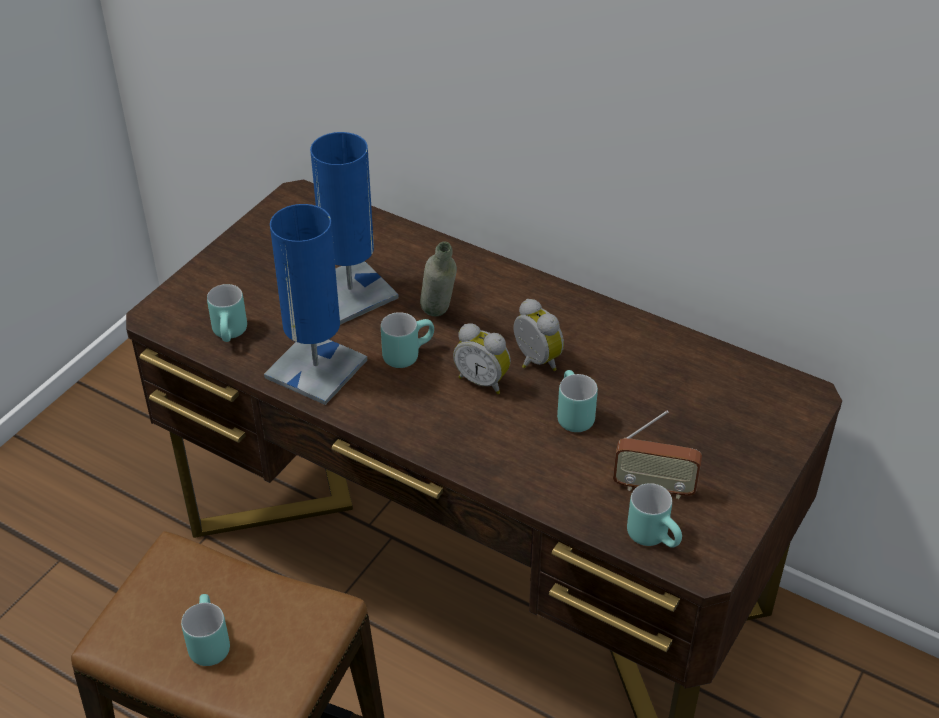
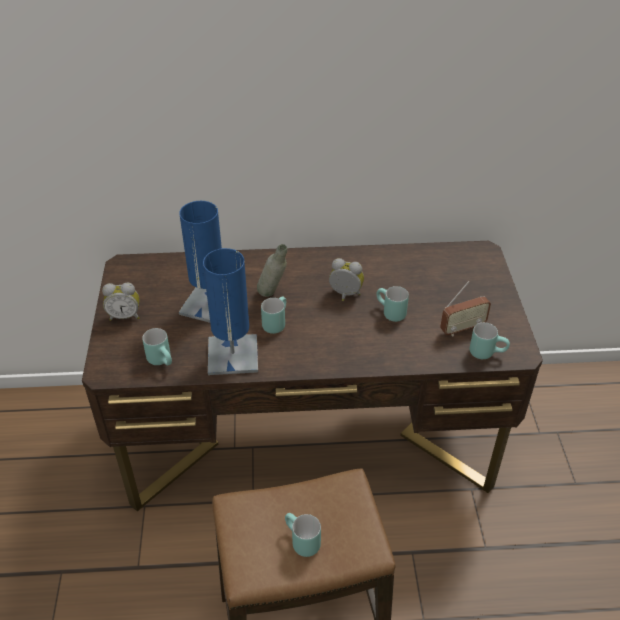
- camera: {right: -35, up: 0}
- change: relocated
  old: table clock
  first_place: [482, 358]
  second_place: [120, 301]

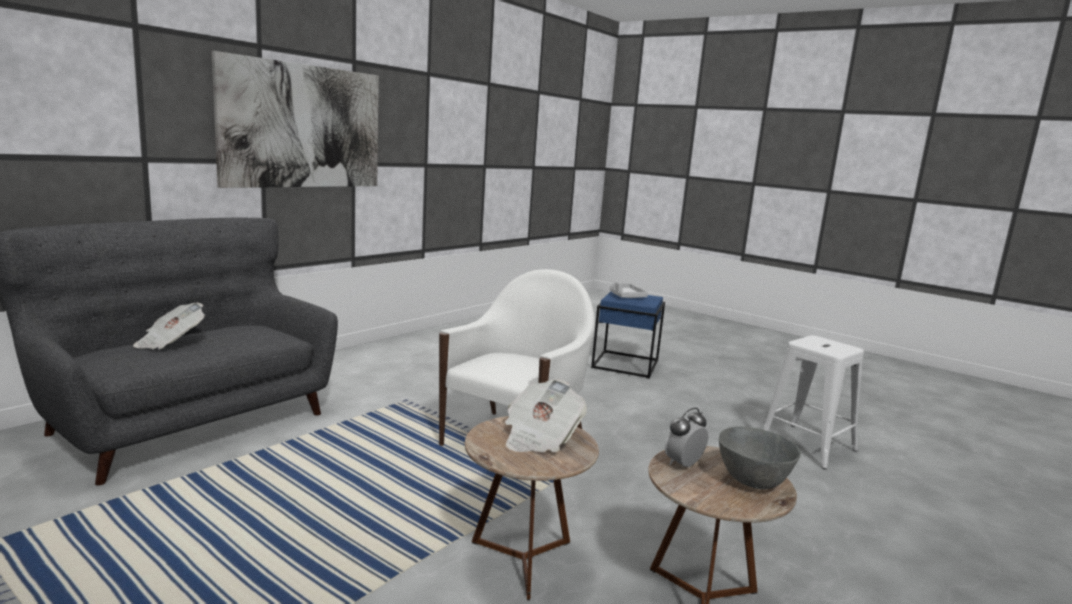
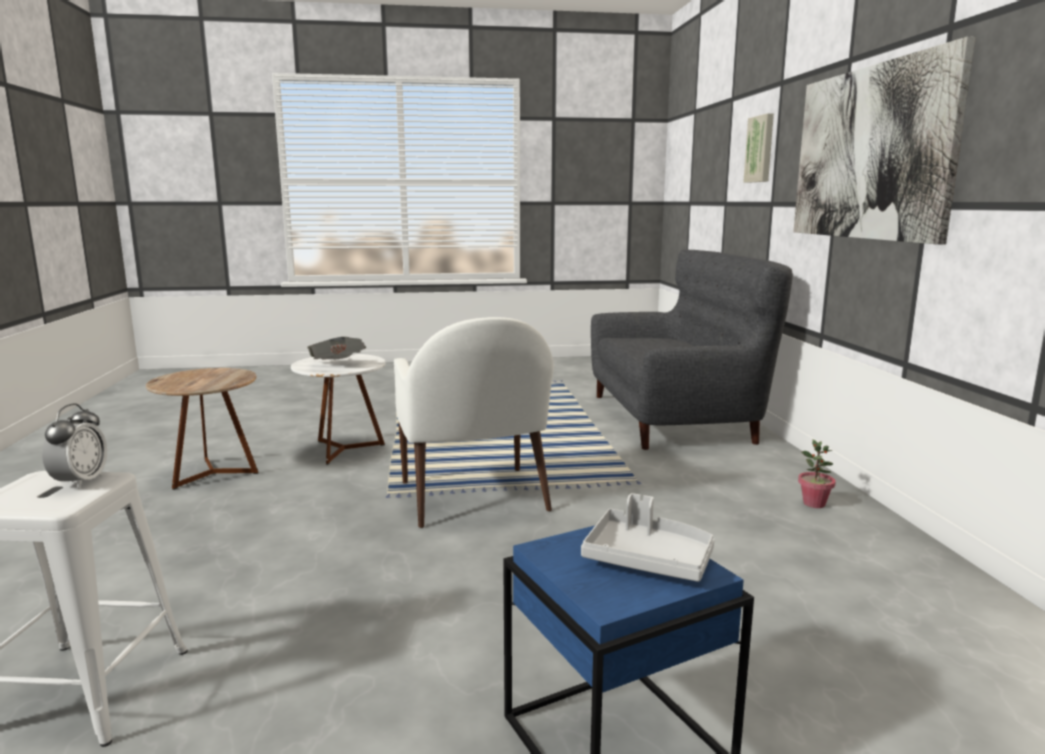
- camera: {right: 135, up: 0}
- change: relocated
  old: table clock
  first_place: [686, 438]
  second_place: [74, 446]
- change: colour
  old: brown-coloured side table
  new: white-coloured side table
  first_place: [532, 508]
  second_place: [338, 409]
- change: appeared
  new: wall picture
  second_place: [758, 148]
- change: appeared
  new: plant in a pot
  second_place: [817, 474]
- change: missing
  old: newspaper
  first_place: [169, 326]
- change: missing
  old: grey deep dish
  first_place: [760, 458]

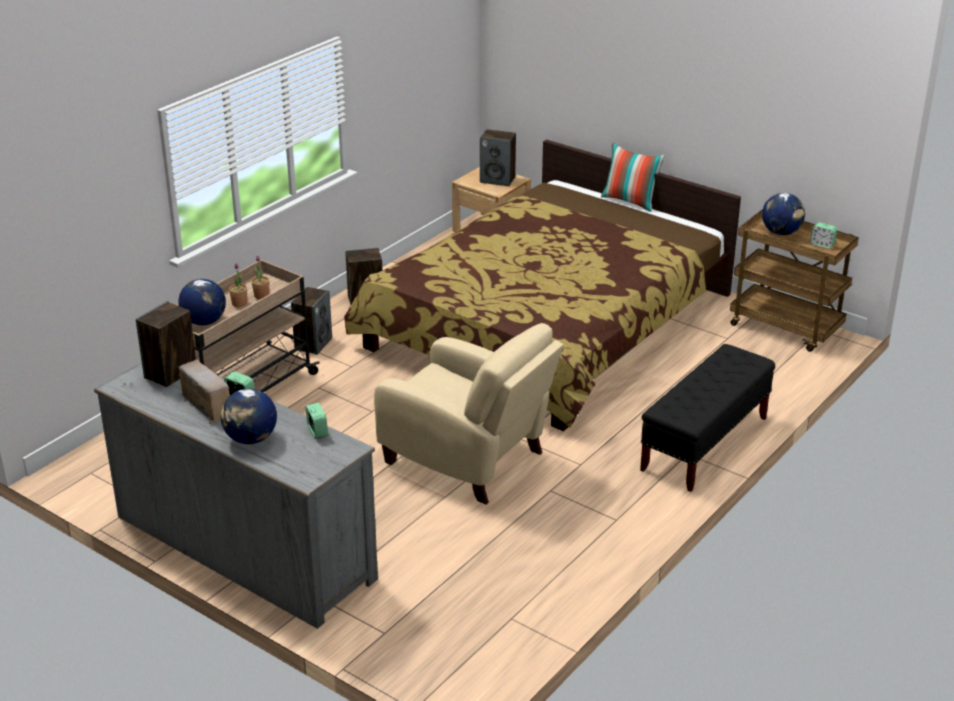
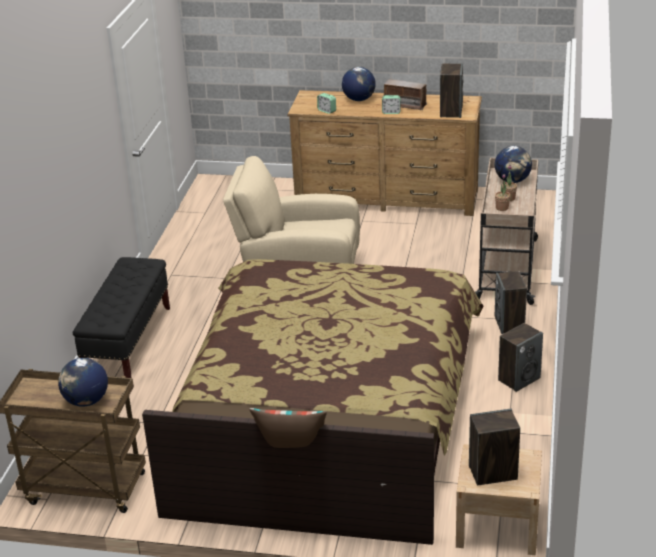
- camera: {right: 155, up: 0}
- change: colour
  old: grey dresser
  new: brown-coloured dresser
  first_place: [236, 495]
  second_place: [384, 153]
- change: missing
  old: table clock
  first_place: [824, 235]

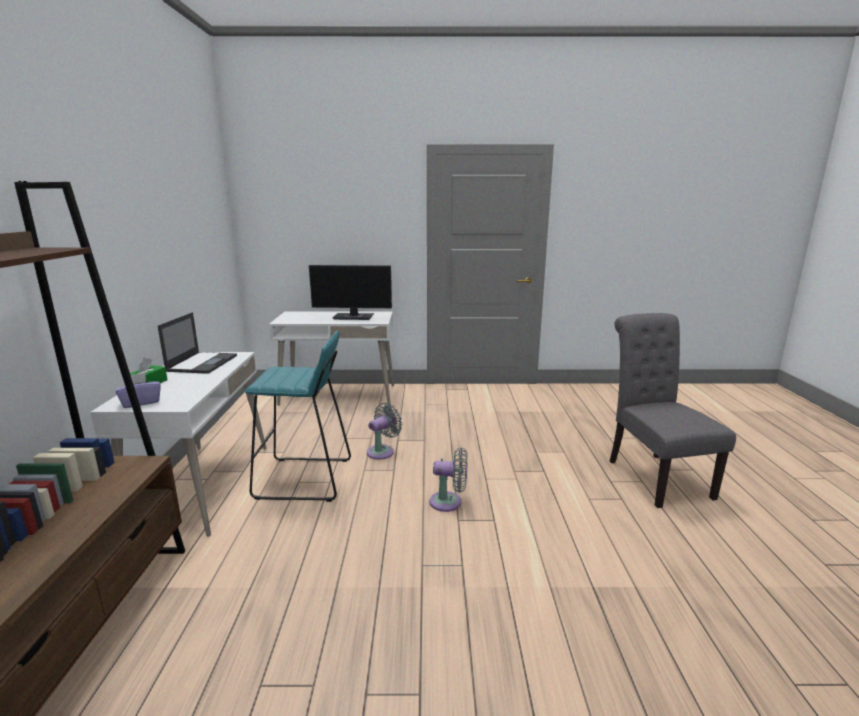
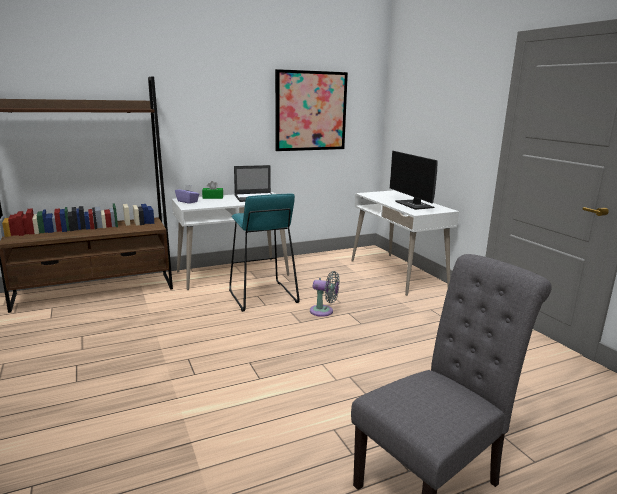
- camera: {right: 65, up: 0}
- change: appeared
  new: wall picture
  second_place: [311, 110]
- change: missing
  old: grey electric fan
  first_place: [448, 479]

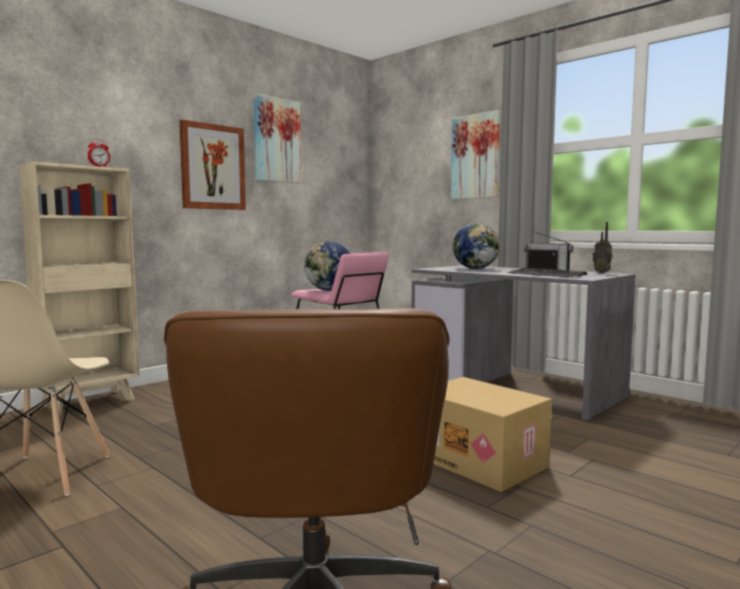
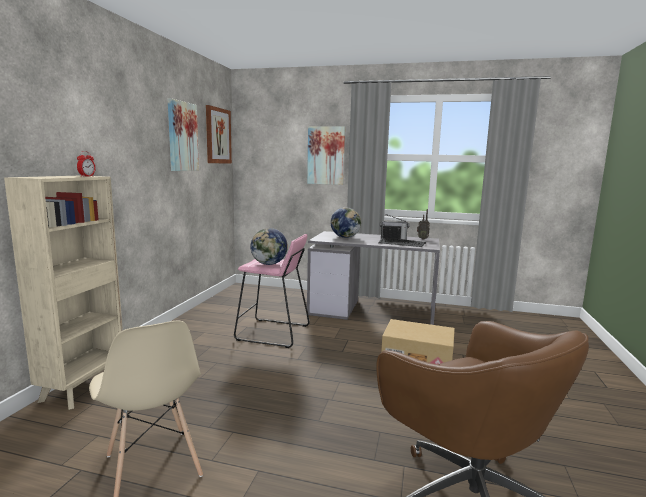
- camera: {right: -30, up: 5}
- change: relocated
  old: wall picture
  first_place: [212, 165]
  second_place: [219, 134]

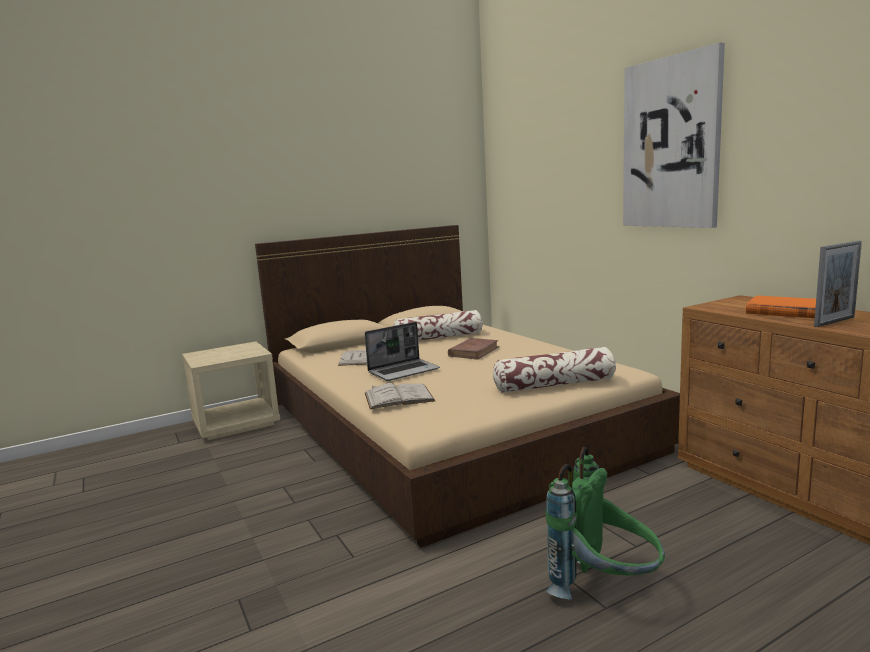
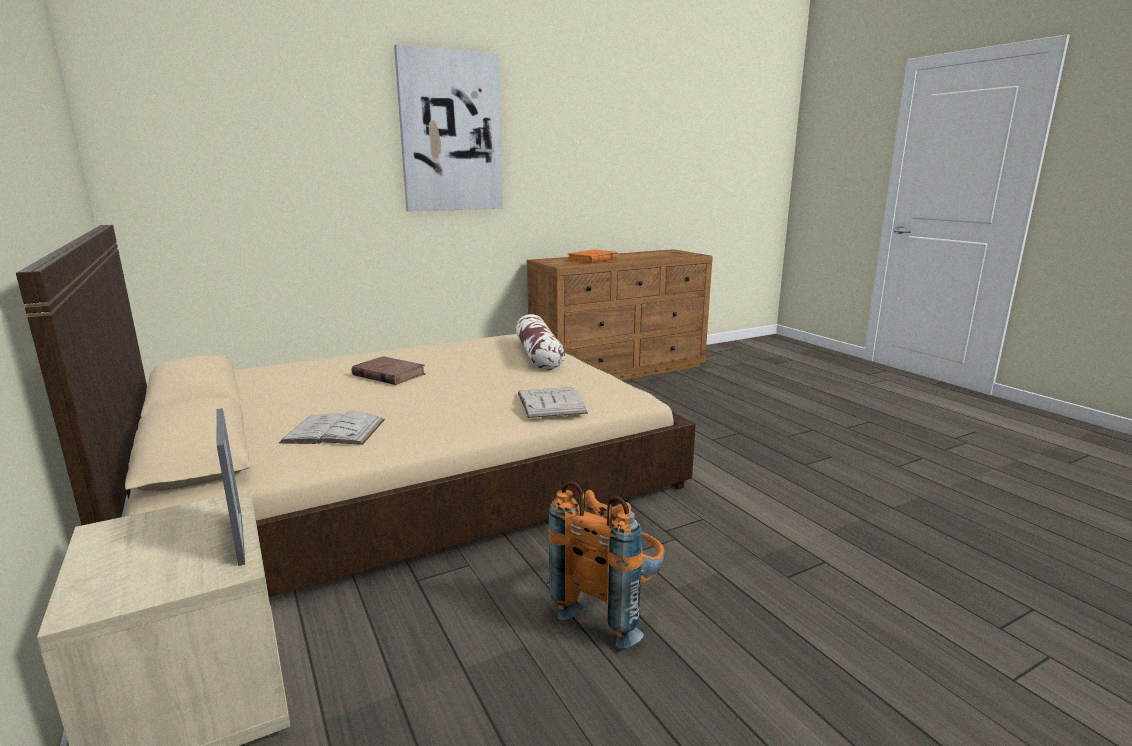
- camera: {right: -90, up: 5}
- change: relocated
  old: picture frame
  first_place: [838, 284]
  second_place: [230, 487]
- change: appeared
  new: orange rucksack
  second_place: [606, 564]
- change: missing
  old: notebook computer
  first_place: [402, 351]
- change: missing
  old: throw pillow
  first_place: [438, 325]
- change: missing
  old: green-coloured rucksack
  first_place: [605, 523]

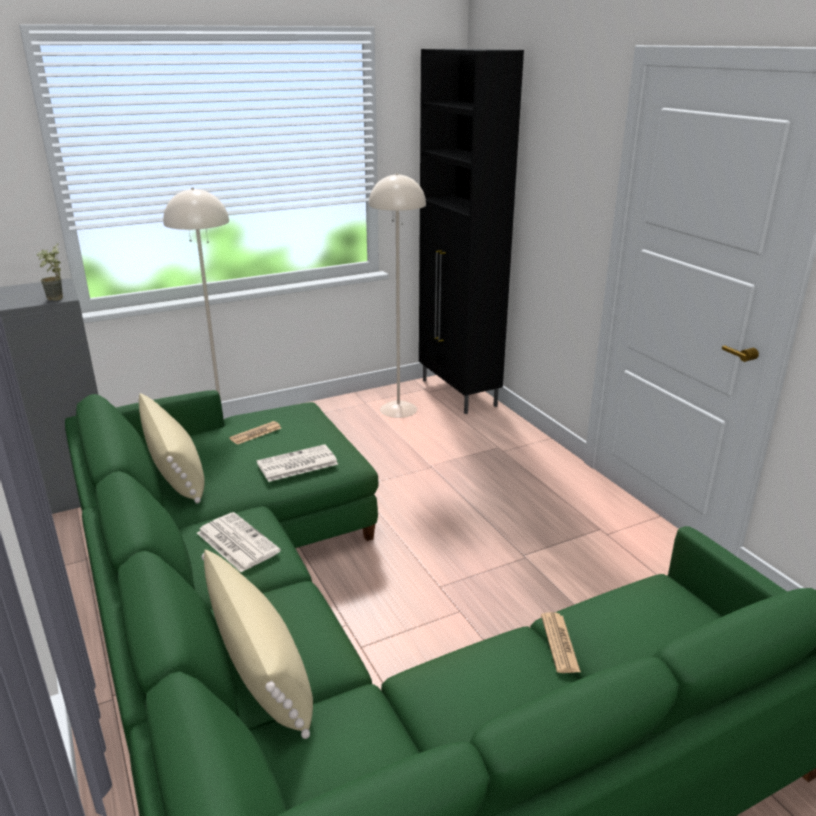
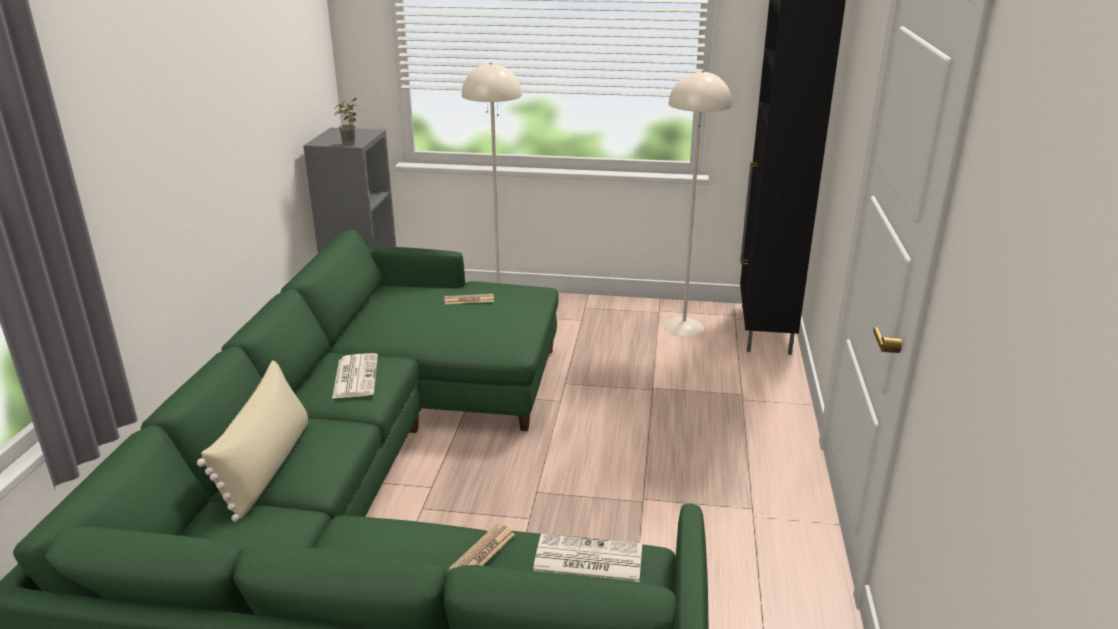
- camera: {right: 35, up: 0}
- change: relocated
  old: newspaper
  first_place: [297, 463]
  second_place: [587, 558]
- change: missing
  old: beige throw pillow
  first_place: [171, 448]

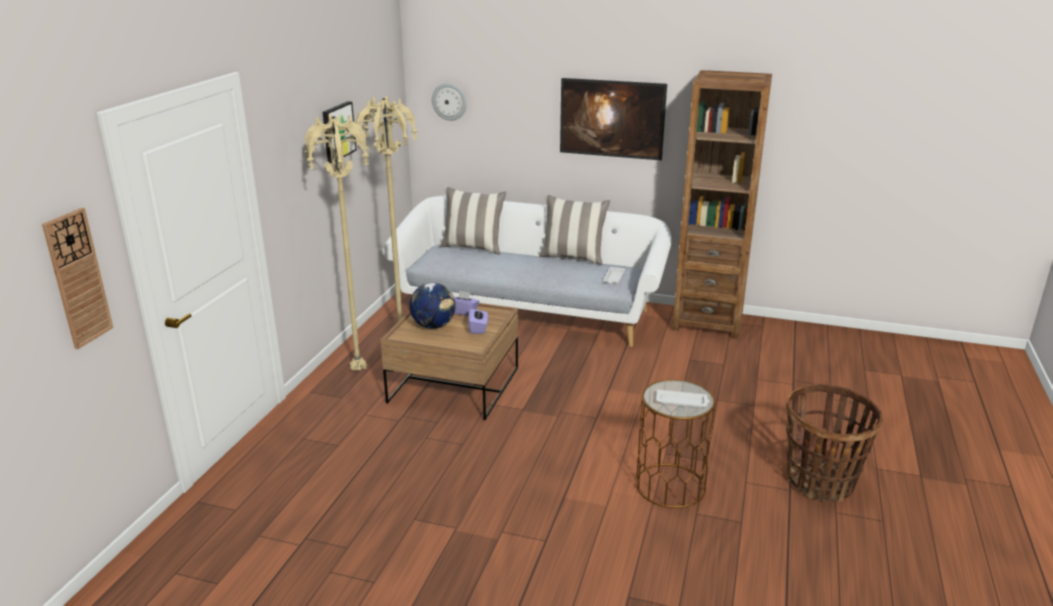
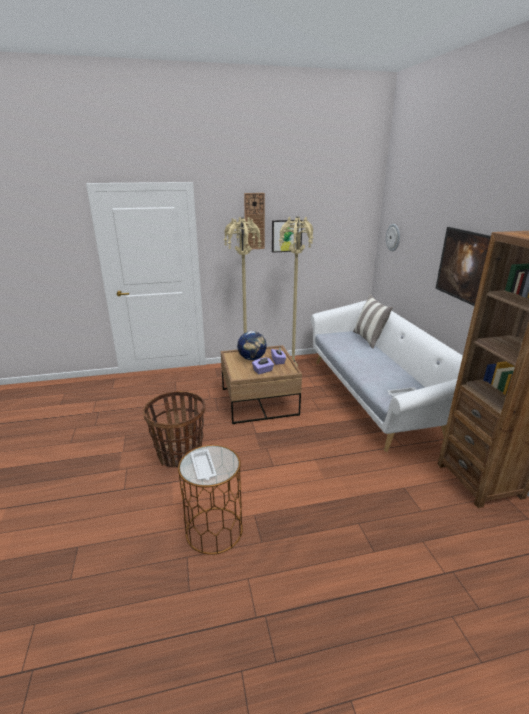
- camera: {right: 60, up: 0}
- change: relocated
  old: basket
  first_place: [834, 443]
  second_place: [174, 429]
- change: relocated
  old: clock on the wall
  first_place: [77, 278]
  second_place: [254, 221]
- change: missing
  old: throw pillow
  first_place: [574, 229]

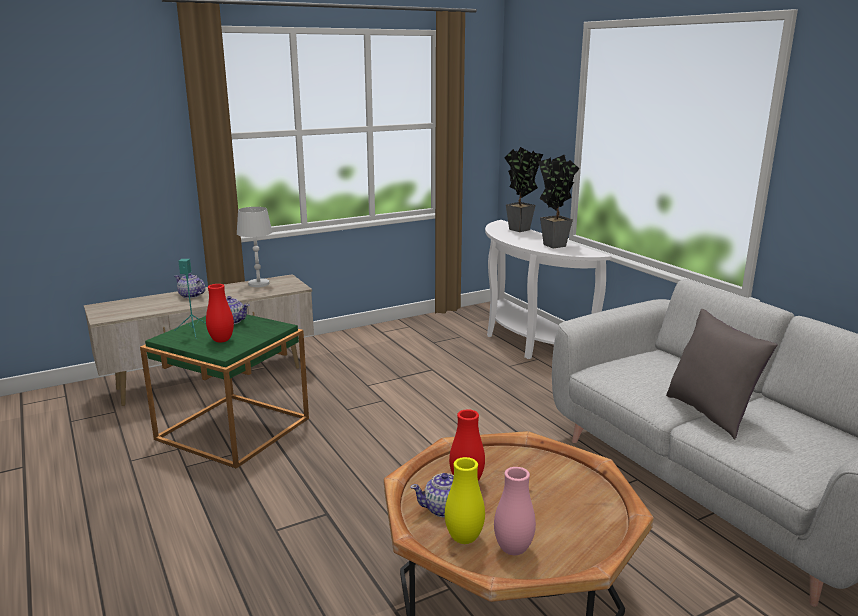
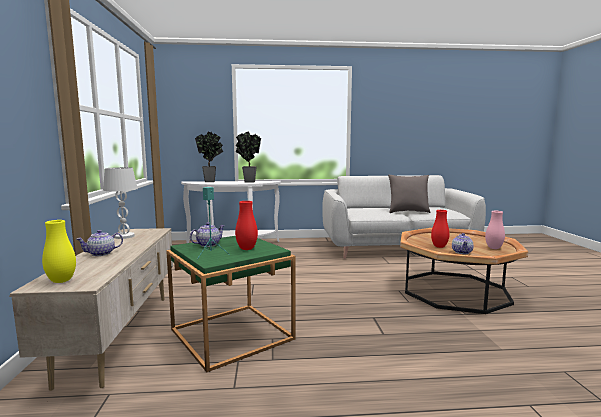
- camera: {right: -65, up: -10}
- change: relocated
  old: yellowish flower vase
  first_place: [465, 500]
  second_place: [59, 251]

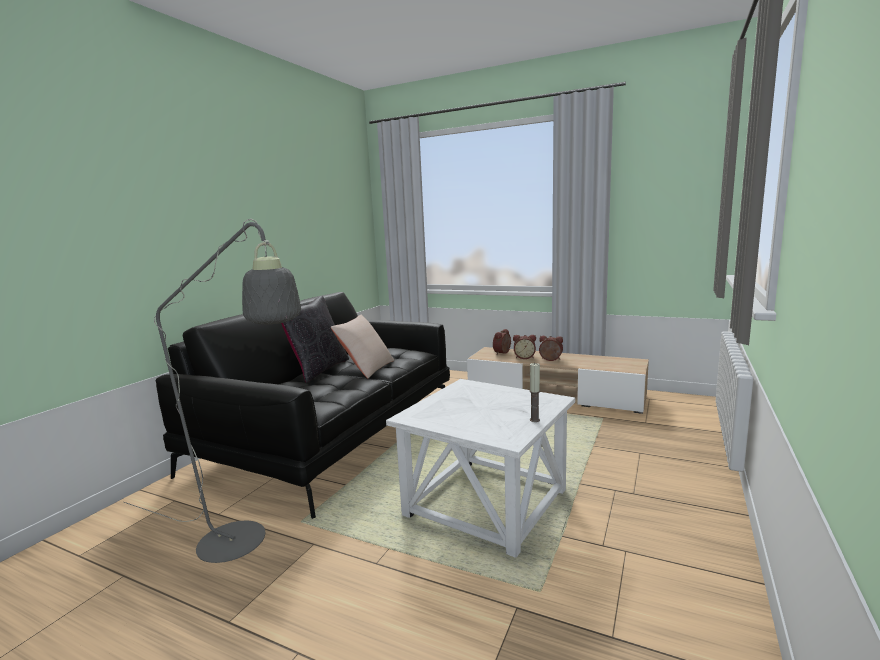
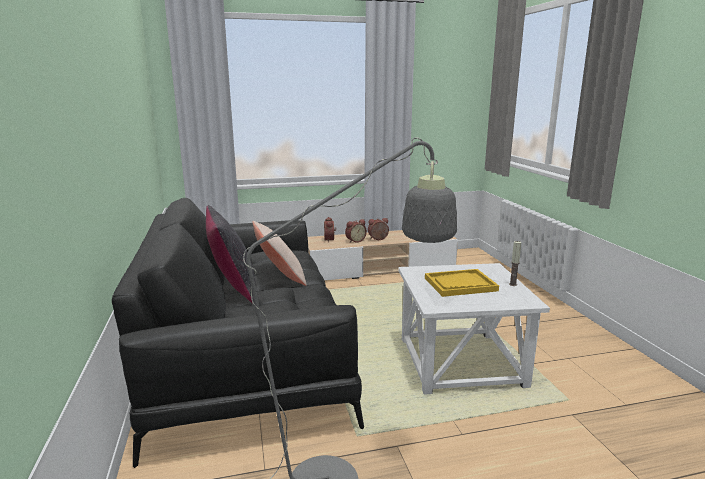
- camera: {right: -40, up: 5}
- change: appeared
  new: yellowish tray
  second_place: [462, 283]

